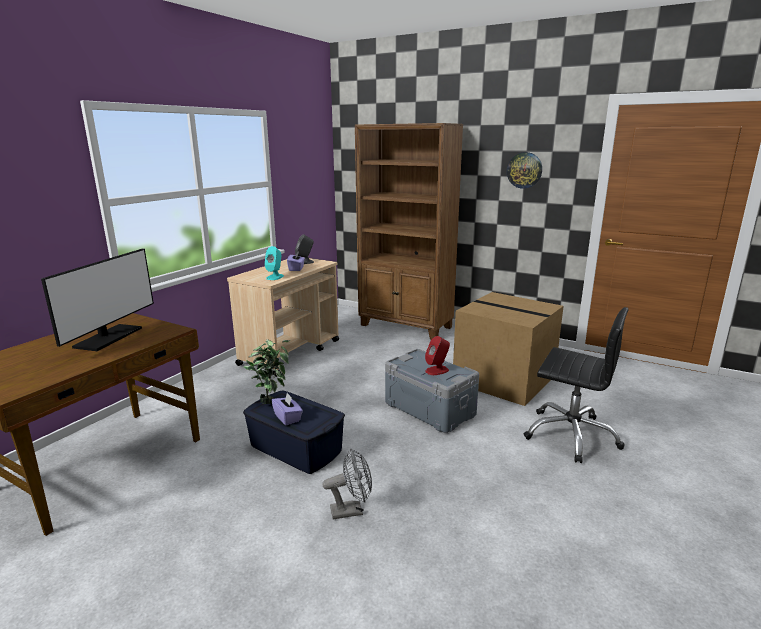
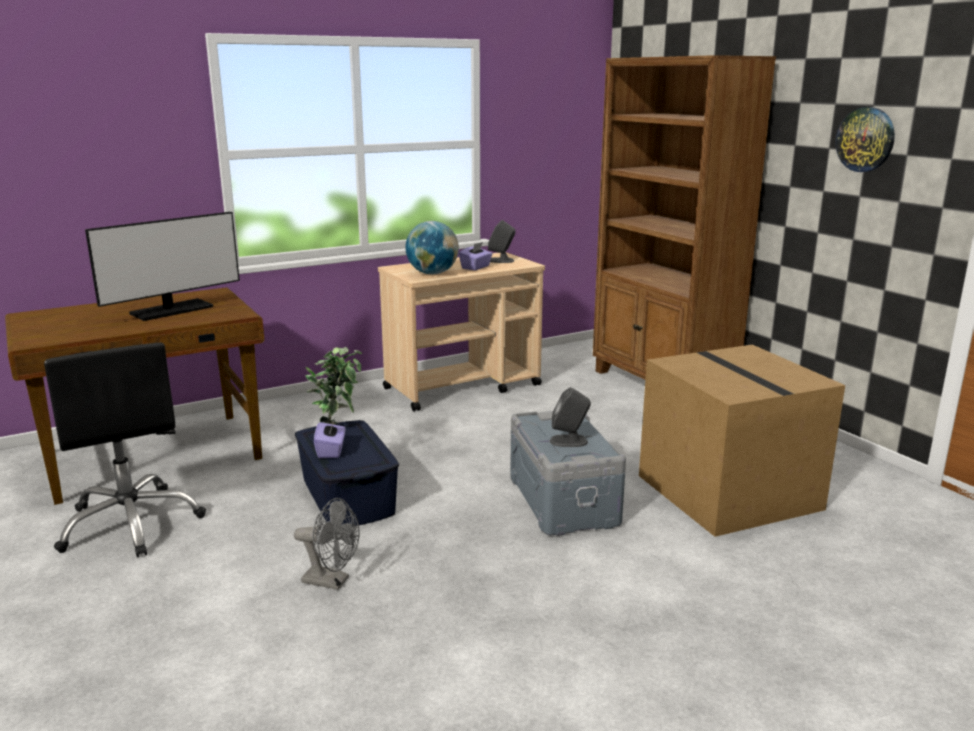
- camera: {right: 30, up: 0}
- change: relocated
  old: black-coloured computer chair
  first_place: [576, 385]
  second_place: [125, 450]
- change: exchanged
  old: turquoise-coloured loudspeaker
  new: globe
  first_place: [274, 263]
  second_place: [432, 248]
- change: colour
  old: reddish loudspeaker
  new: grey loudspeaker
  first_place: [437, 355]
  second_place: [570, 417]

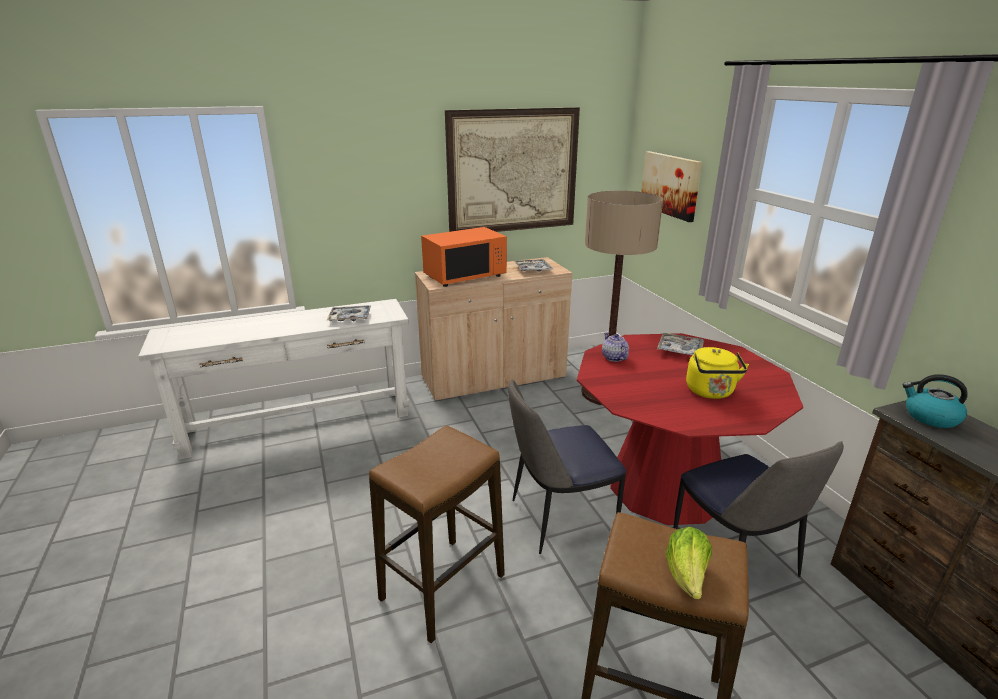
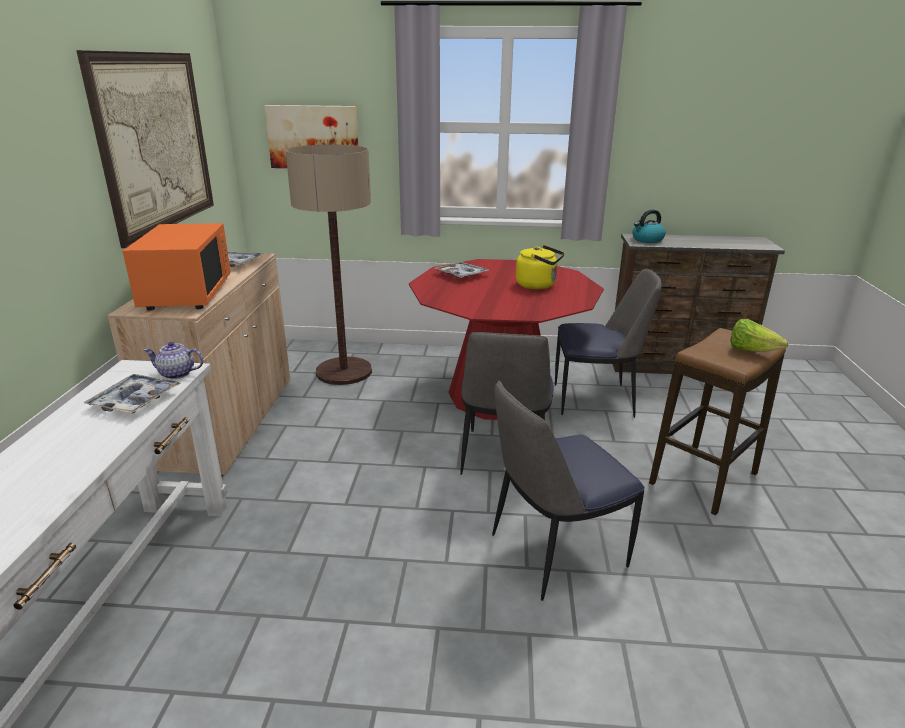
- camera: {right: -65, up: 0}
- change: relocated
  old: teapot
  first_place: [615, 347]
  second_place: [173, 360]
- change: exchanged
  old: stool seat
  new: upright chair
  first_place: [437, 534]
  second_place: [568, 490]

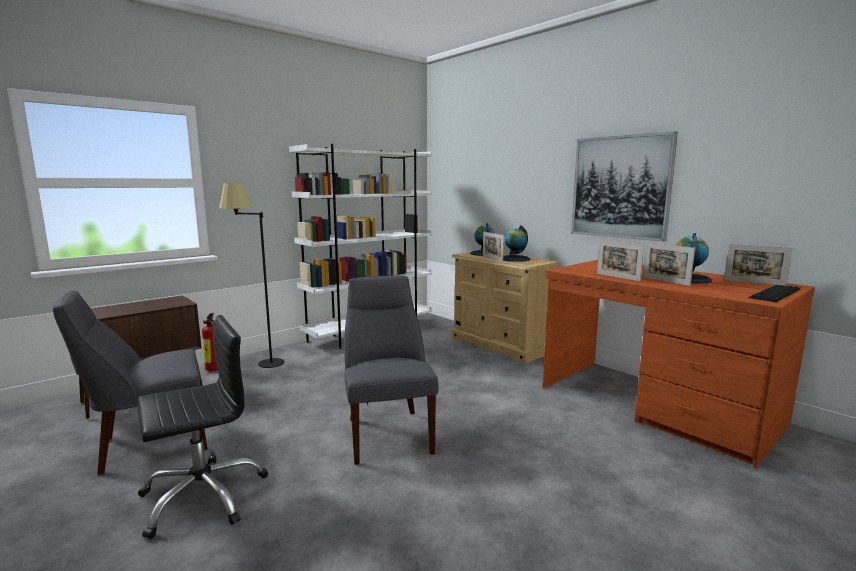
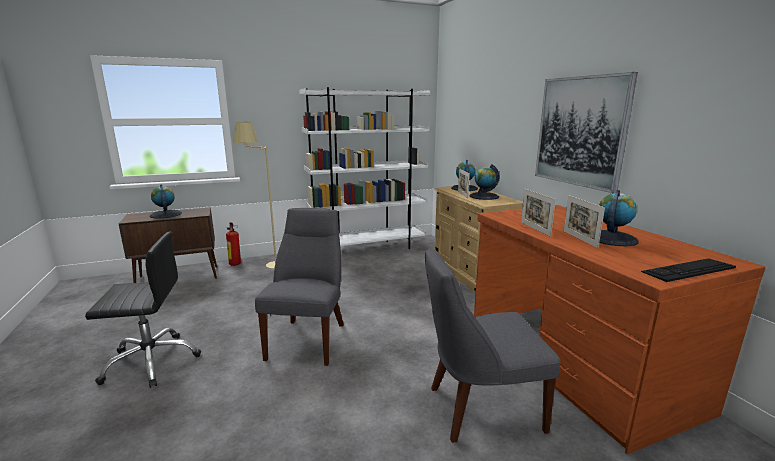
- camera: {right: 20, up: 5}
- change: appeared
  new: globe
  second_place: [166, 201]
- change: colour
  old: black-coloured standing lamp
  new: beige standing lamp
  first_place: [252, 275]
  second_place: [254, 195]
- change: relocated
  old: grey upright chair
  first_place: [130, 383]
  second_place: [492, 346]
- change: missing
  old: picture frame
  first_place: [758, 265]

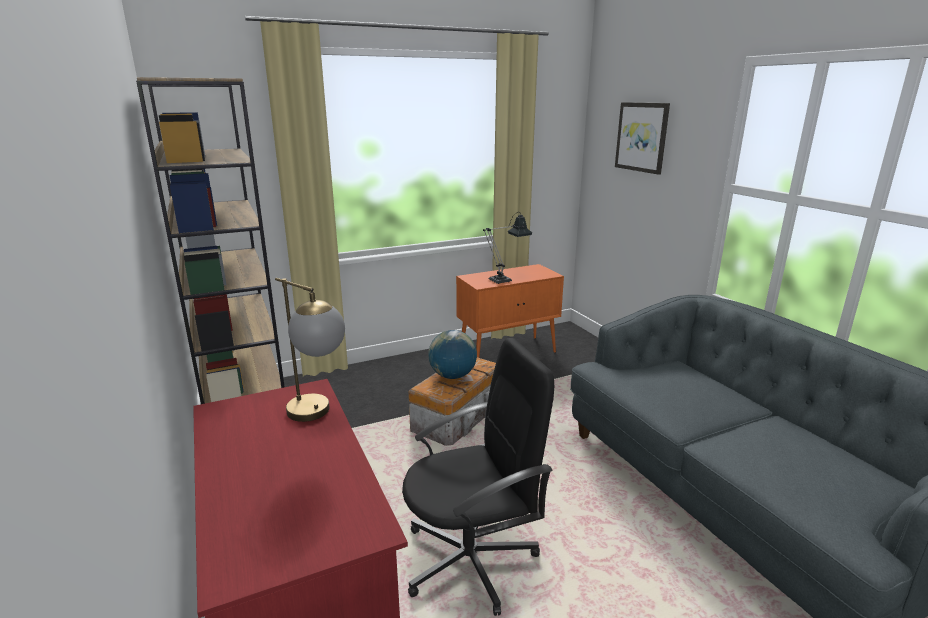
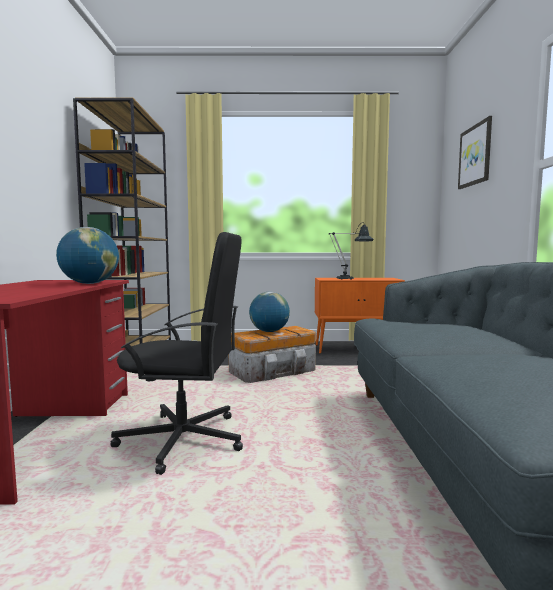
- camera: {right: 25, up: -15}
- change: exchanged
  old: table lamp
  new: globe
  first_place: [310, 350]
  second_place: [87, 255]

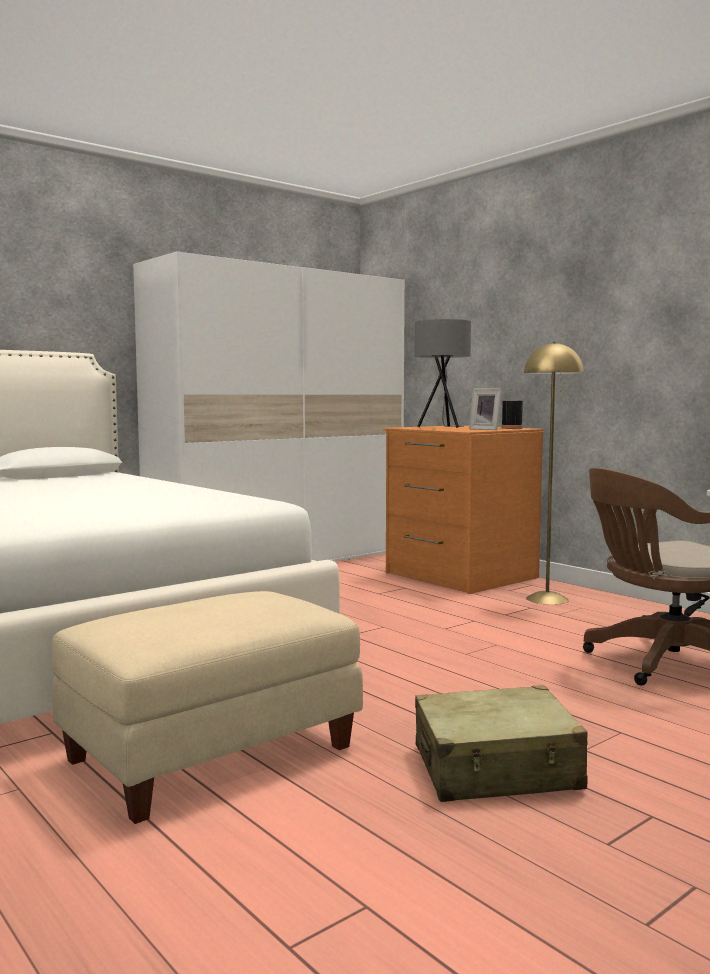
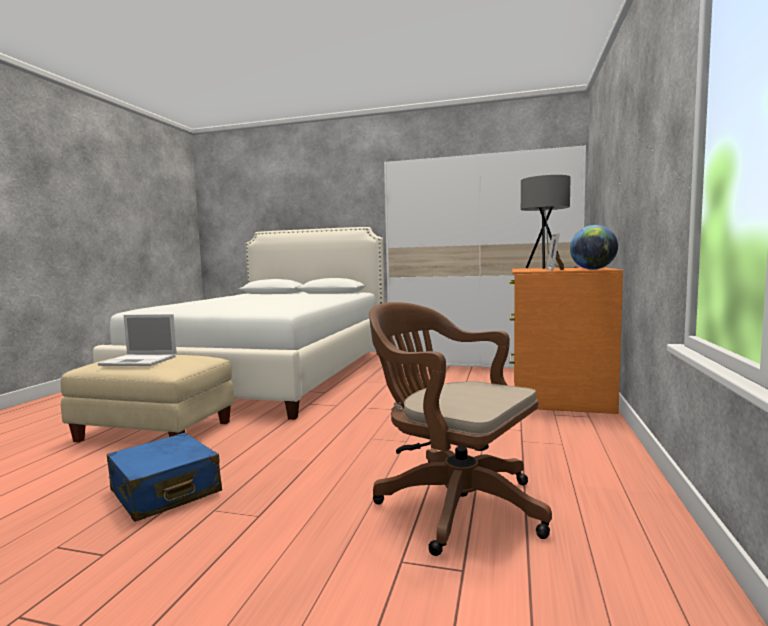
- camera: {right: 55, up: 0}
- change: appeared
  new: notebook computer
  second_place: [137, 340]
- change: colour
  old: beige travel case
  new: blue-coloured travel case
  first_place: [501, 743]
  second_place: [164, 477]
- change: exchanged
  old: black-coloured drink bottle
  new: globe
  first_place: [512, 409]
  second_place: [594, 247]
- change: missing
  old: yellowish standing lamp
  first_place: [554, 473]

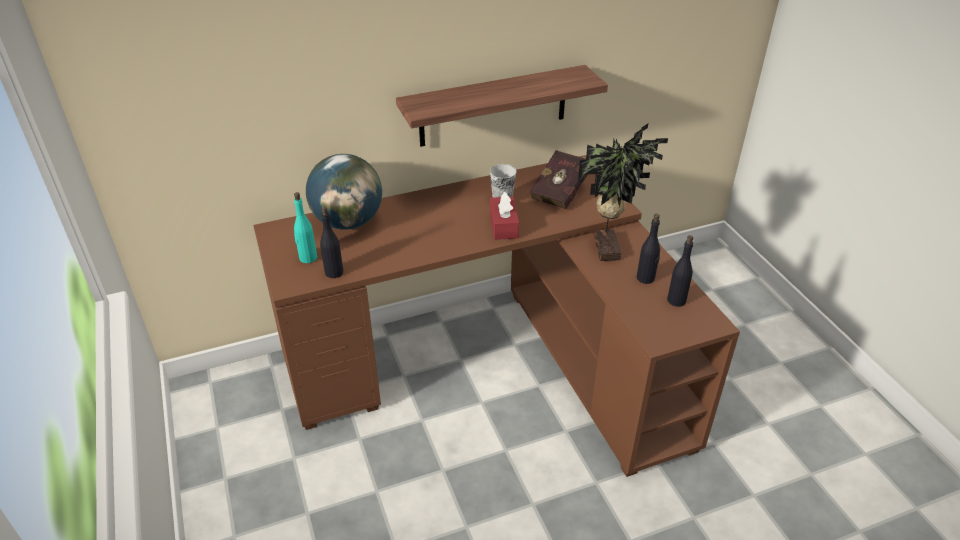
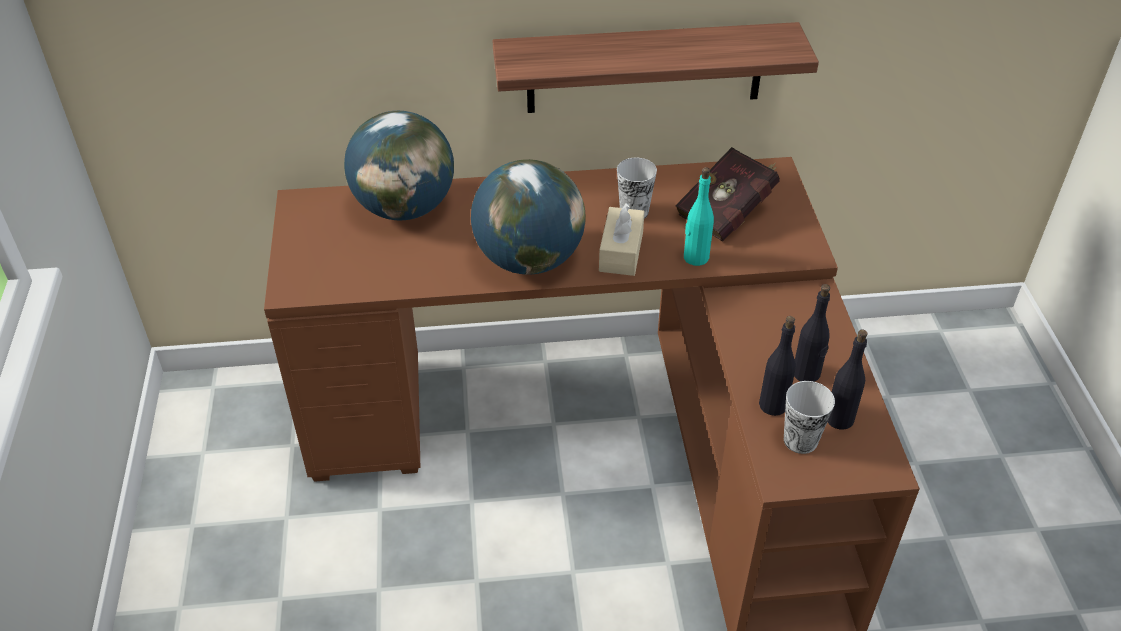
- camera: {right: 15, up: 5}
- change: appeared
  new: globe
  second_place: [528, 217]
- change: colour
  old: reddish tissue box
  new: beige tissue box
  first_place: [504, 216]
  second_place: [622, 239]
- change: relocated
  old: turquoise-coloured drink bottle
  first_place: [305, 227]
  second_place: [699, 216]
- change: relocated
  old: black-coloured drink bottle
  first_place: [331, 242]
  second_place: [777, 366]
- change: appeared
  new: drinking cup
  second_place: [809, 417]
- change: missing
  old: plant in a pot
  first_place: [623, 192]

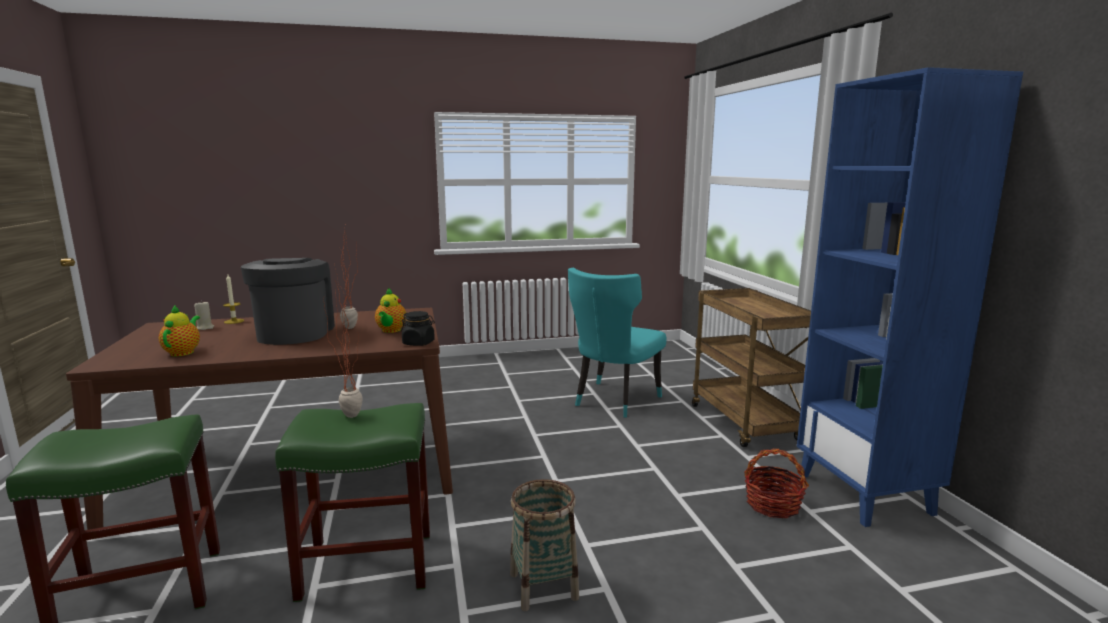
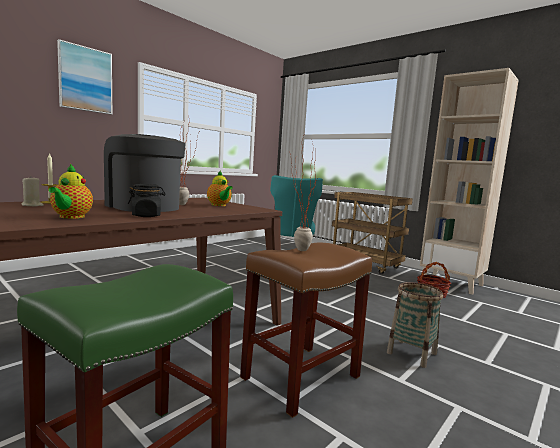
- camera: {right: -35, up: -5}
- change: spun
  old: teapot
  first_place: [179, 331]
  second_place: [71, 191]
  degrees: -150
- change: appeared
  new: wall picture
  second_place: [84, 76]
- change: relocated
  old: black-coloured preserve jar
  first_place: [418, 328]
  second_place: [146, 200]
- change: colour
  old: green-coloured stool seat
  new: brown-coloured stool seat
  first_place: [352, 502]
  second_place: [306, 330]
- change: colour
  old: blue-coloured bookcase
  new: beige bookcase
  first_place: [910, 297]
  second_place: [469, 181]

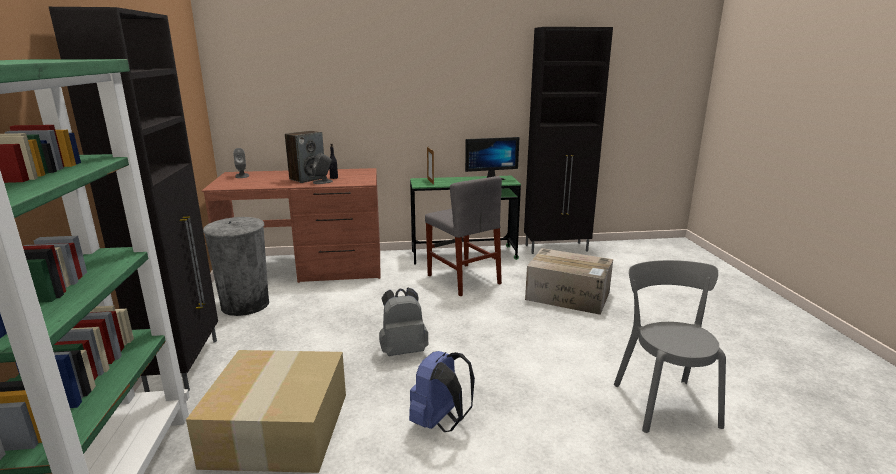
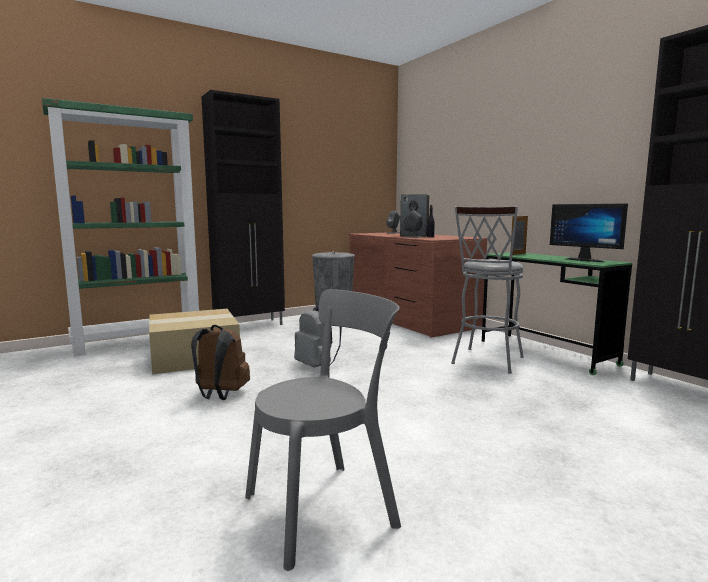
- camera: {right: 65, up: -10}
- change: colour
  old: blue-coloured rucksack
  new: brown-coloured rucksack
  first_place: [442, 391]
  second_place: [220, 362]
- change: exchanged
  old: grey upright chair
  new: grey stool seat
  first_place: [463, 236]
  second_place: [487, 290]
- change: missing
  old: carton
  first_place: [569, 281]

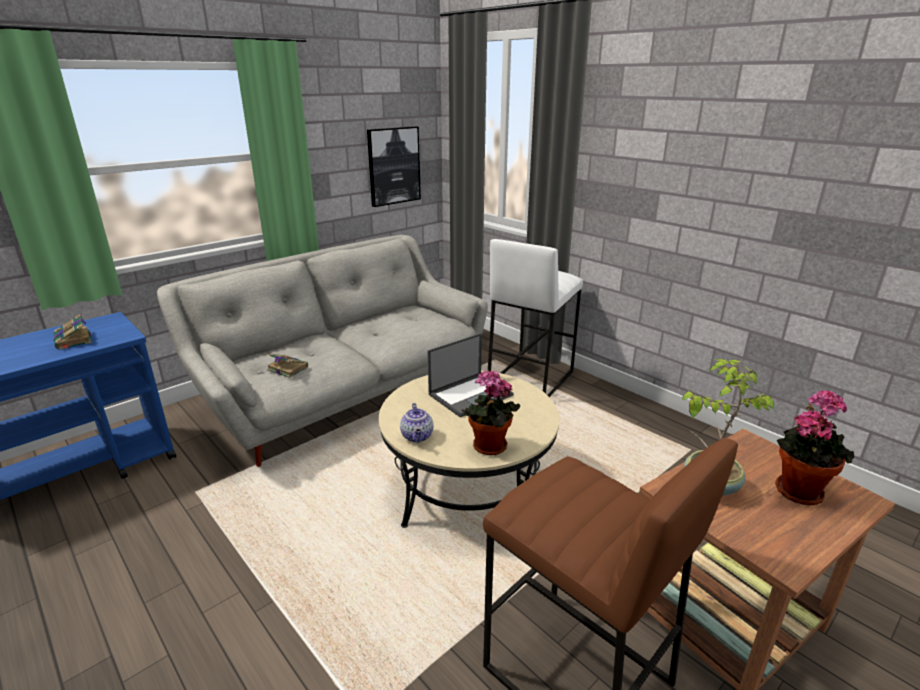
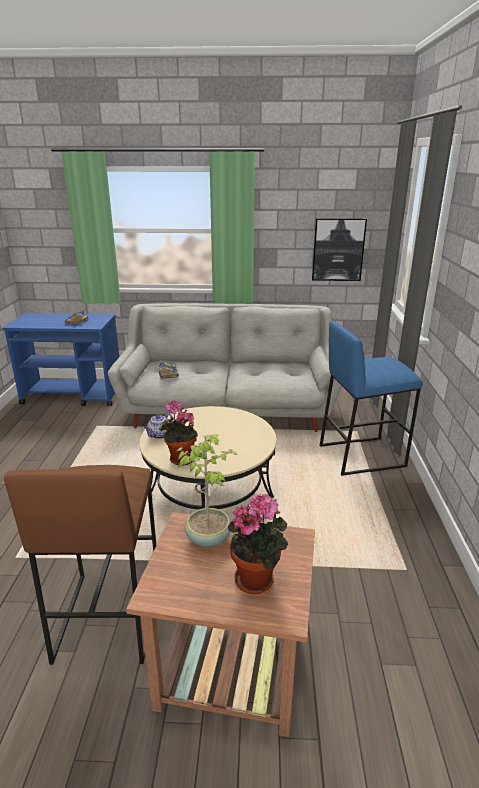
- camera: {right: 45, up: 0}
- change: colour
  old: white-coloured stool seat
  new: blue-coloured stool seat
  first_place: [535, 318]
  second_place: [371, 398]
- change: missing
  old: notebook computer
  first_place: [470, 375]

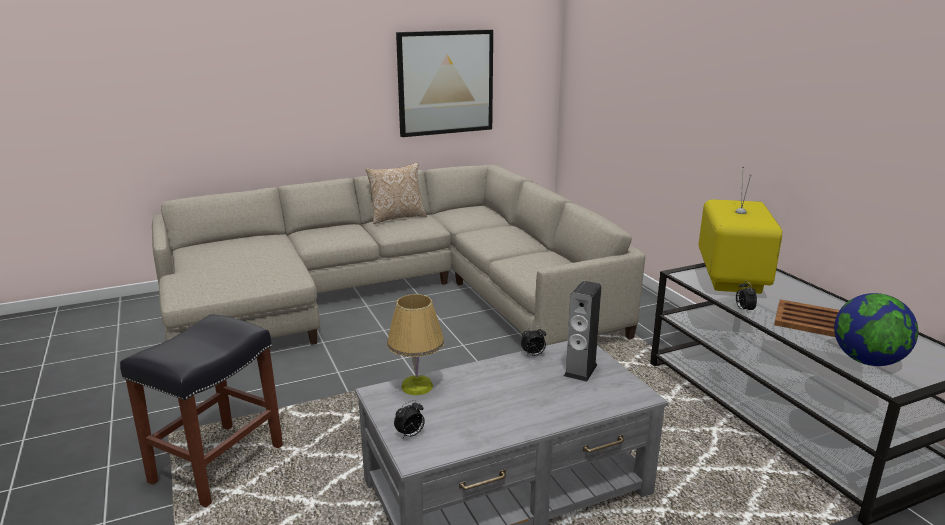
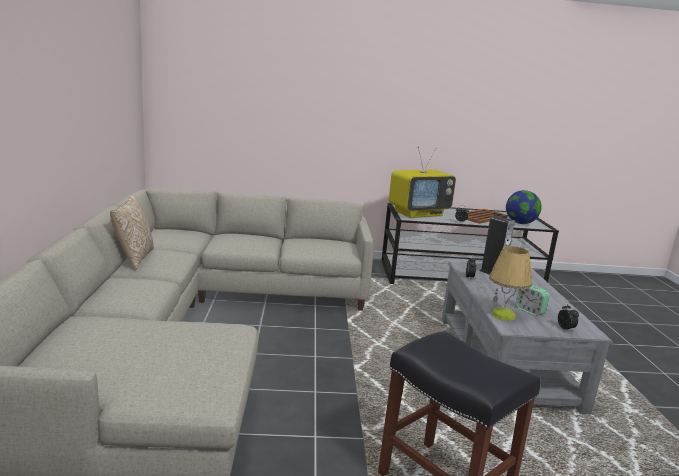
- camera: {right: -70, up: -5}
- change: spun
  old: TV
  first_place: [740, 230]
  second_place: [422, 182]
  degrees: 120
- change: appeared
  new: table clock
  second_place: [533, 300]
- change: missing
  old: wall picture
  first_place: [444, 83]

